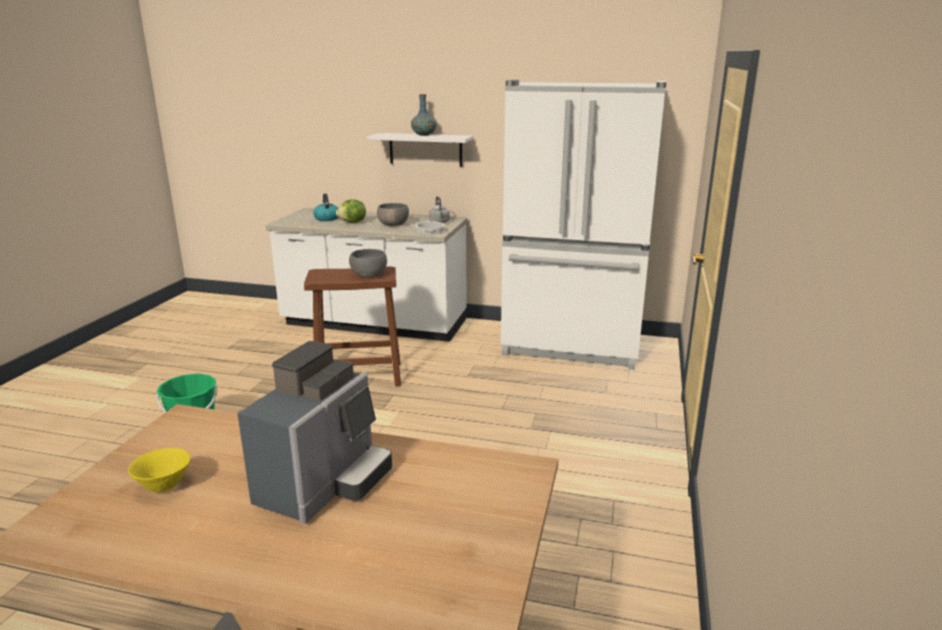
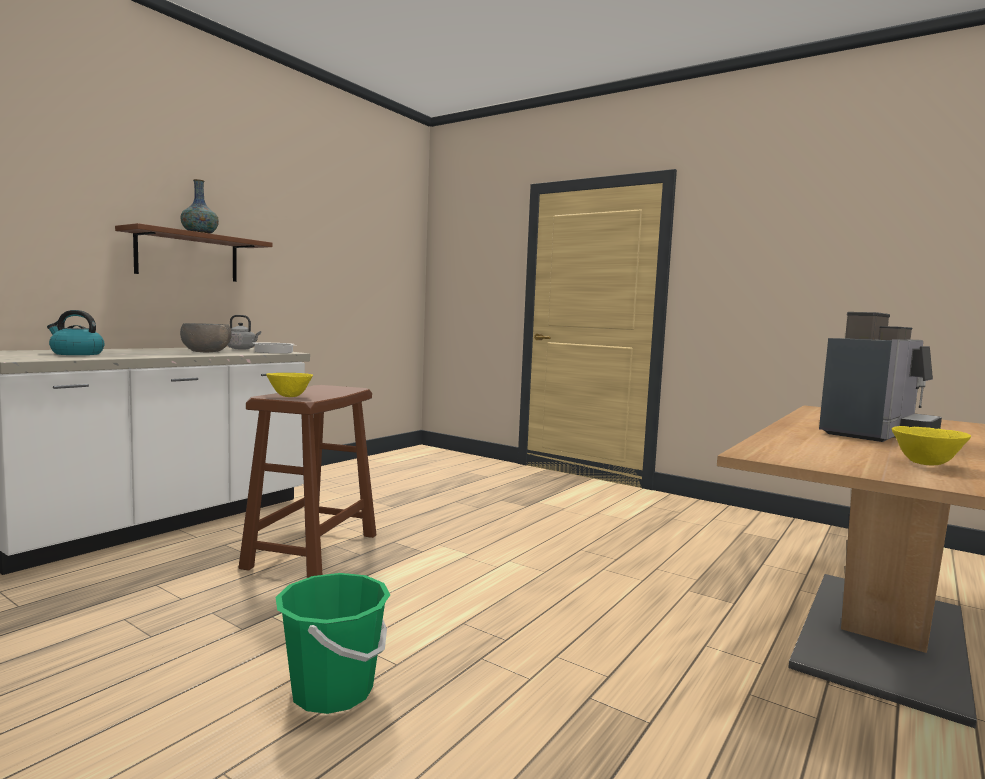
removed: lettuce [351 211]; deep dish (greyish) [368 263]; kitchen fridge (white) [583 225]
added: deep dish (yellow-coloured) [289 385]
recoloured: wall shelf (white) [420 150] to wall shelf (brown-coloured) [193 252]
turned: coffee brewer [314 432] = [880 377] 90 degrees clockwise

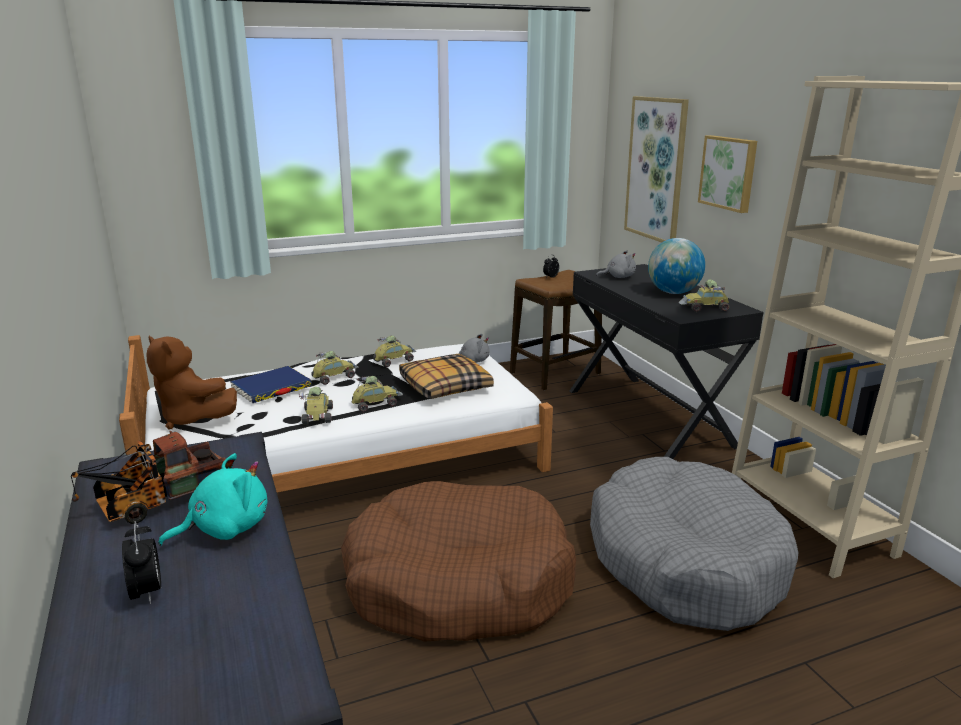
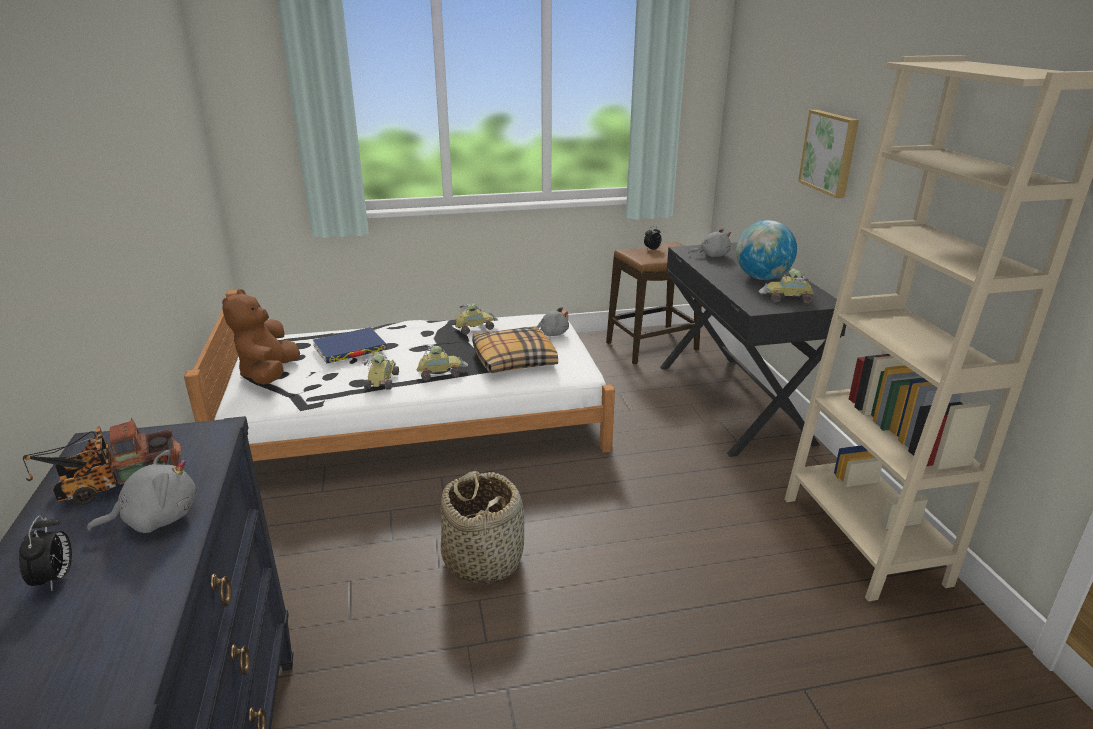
removed: model car [335 368]; dog bed (greyish) [694 544]; wall art [656 169]
replaced: dog bed (brown-coloured) [458 561] to basket [482 528]
recoloured: soft toy (turquoise-coloured) [213 499] to soft toy (greyish) [142 491]
turned: soft toy (brown-coloured) [191 383] = [261 336] 45 degrees clockwise

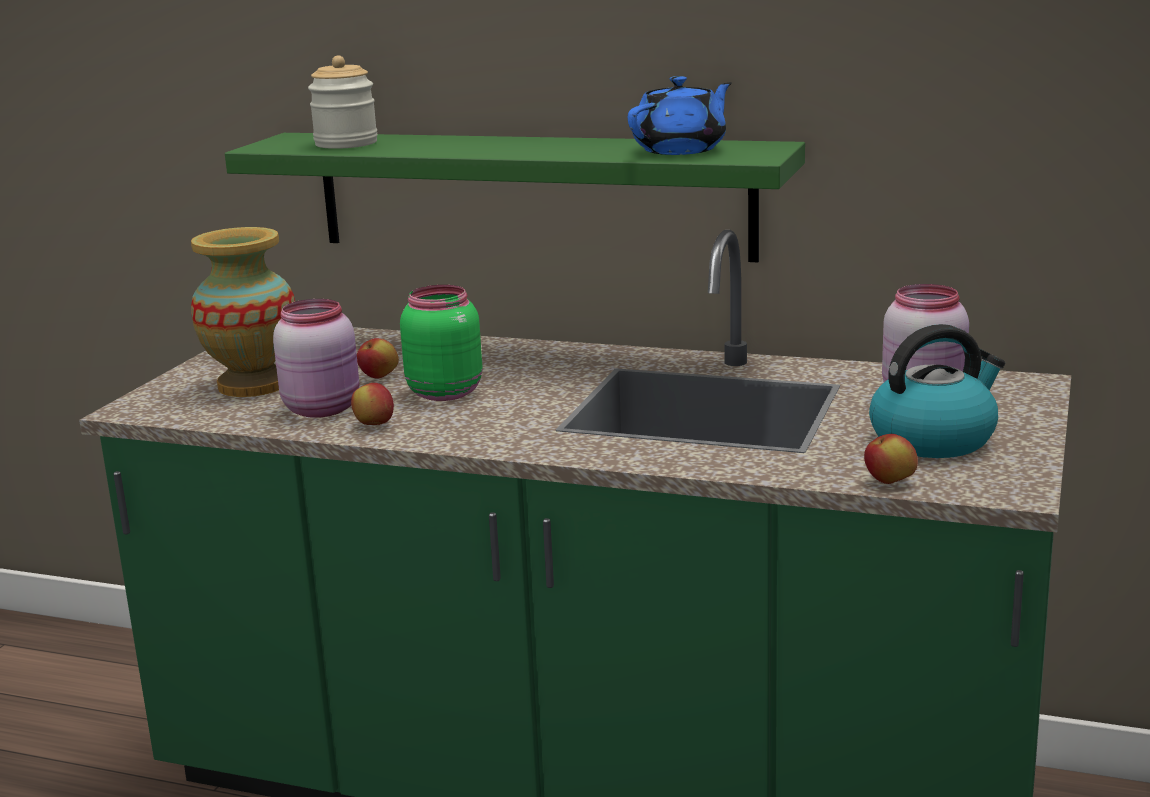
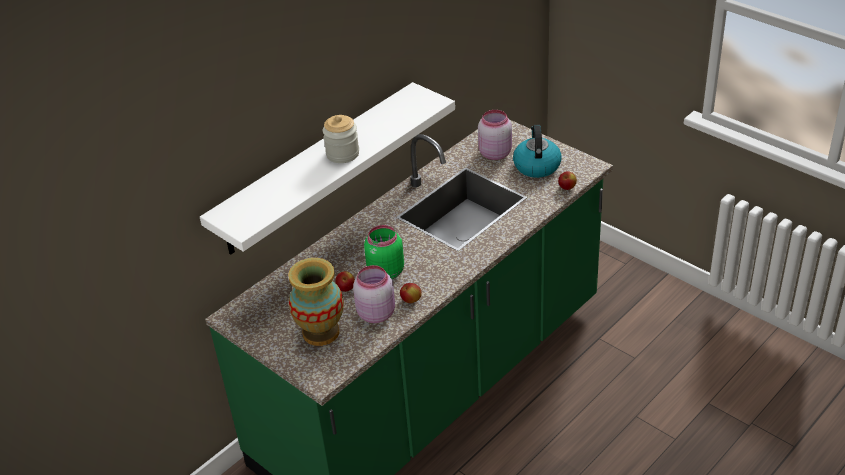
removed: tea pot (blue-coloured) [680 115]
moved: storage jar [343 102] to [341 139]
recoloured: wall shelf (green-coloured) [515 197] to wall shelf (white) [327 168]

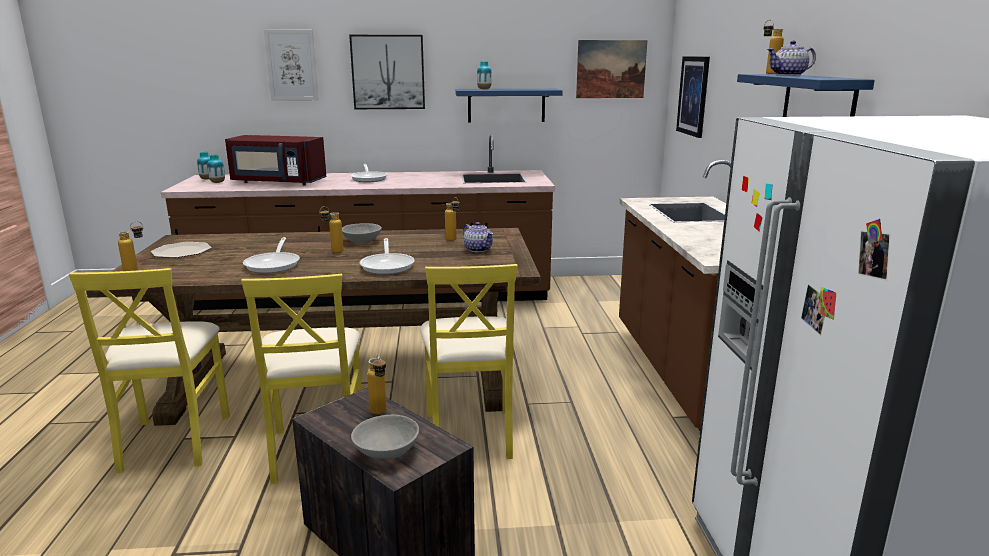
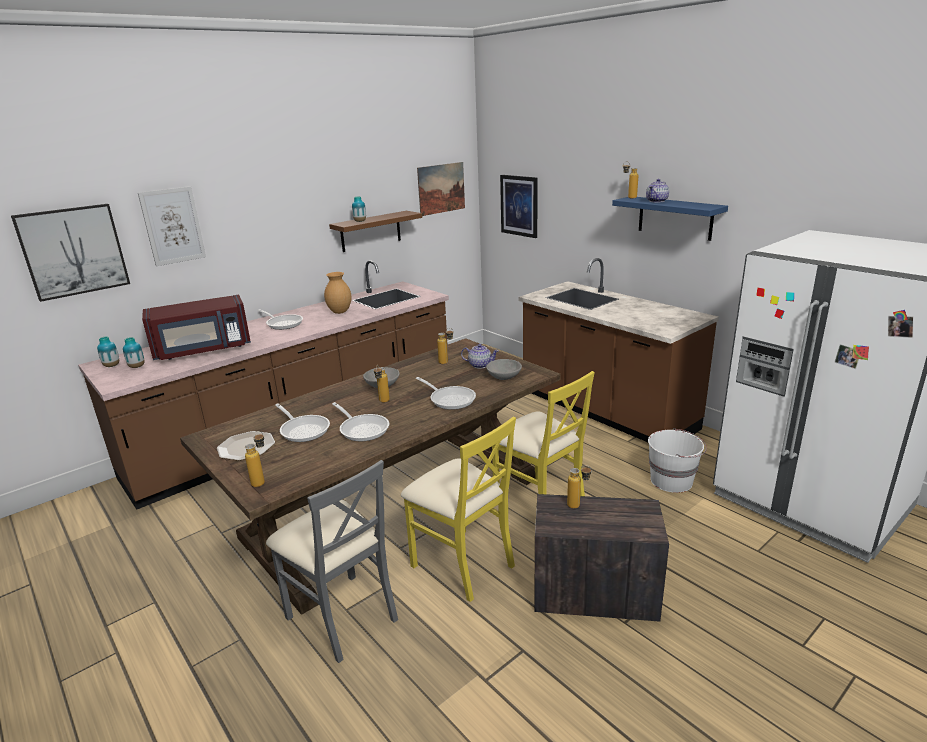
added: skillet [302 423]; decorative vase (brown-coloured) [337 293]; bucket (white) [677 460]
moved: wall art [387 72] to [70 253]; deep dish (greyish) [385 437] to [504 369]
recoloured: upright chair (yellow-coloured) [149 370] to upright chair (greyish) [332 561]; wall shelf (blue-coloured) [509 106] to wall shelf (brown-coloured) [375 231]

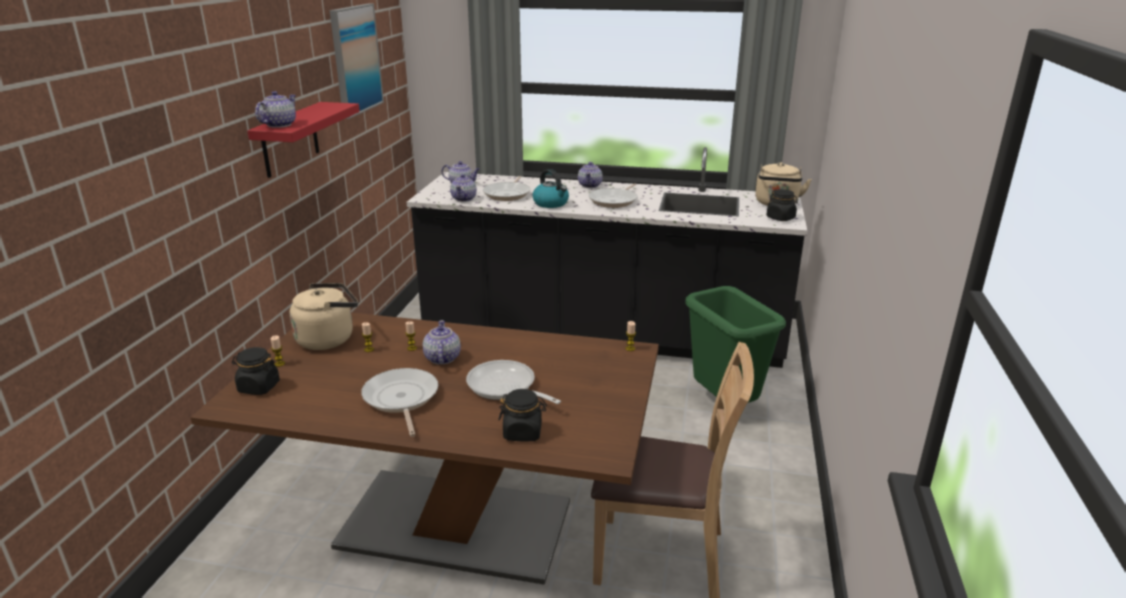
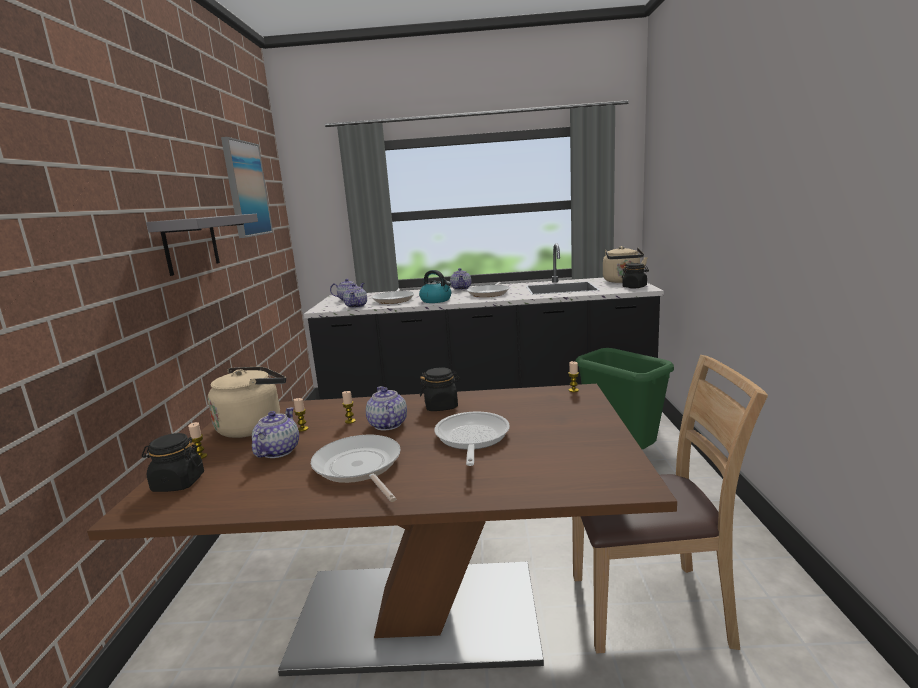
moved: tea pot [275 109] to [275 432]; storage jar (black-coloured) [522 415] to [440 389]
recoloured: wall shelf (red-coloured) [303 140] to wall shelf (greyish) [202 245]
turned: skillet [513 382] = [472 439] 60 degrees clockwise

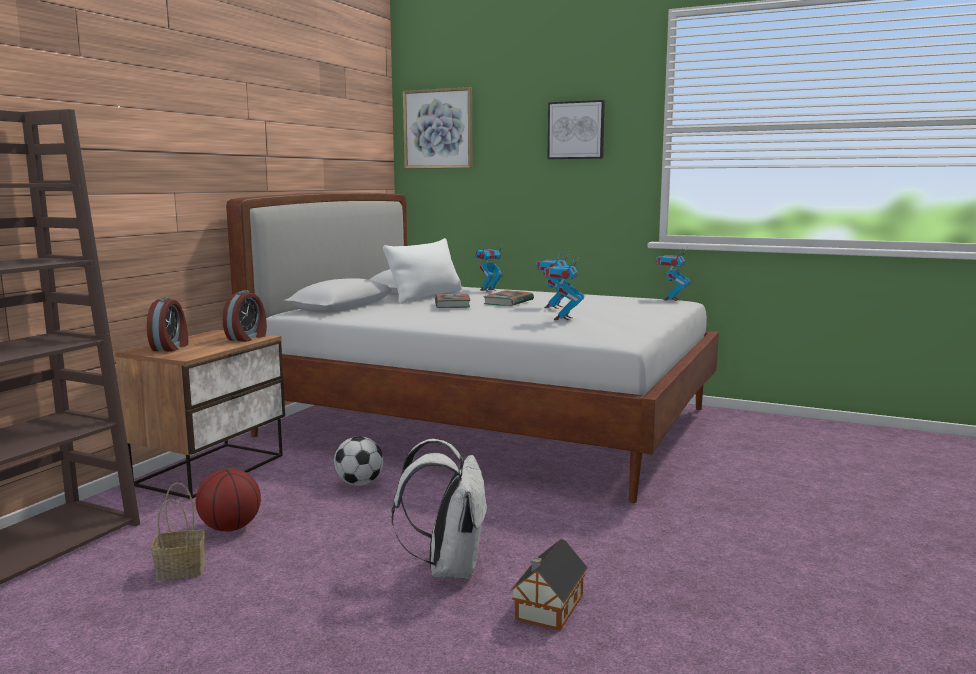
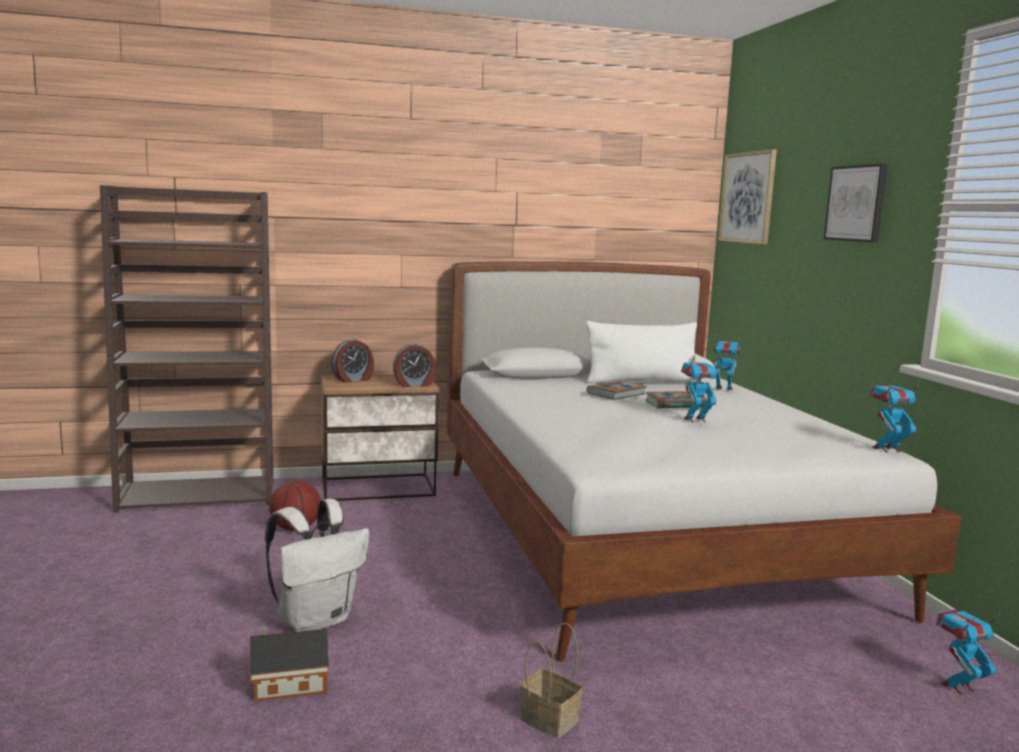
removed: ball for football [358 461]
moved: basket [178 532] to [551 680]; model robot [563 288] to [968 652]

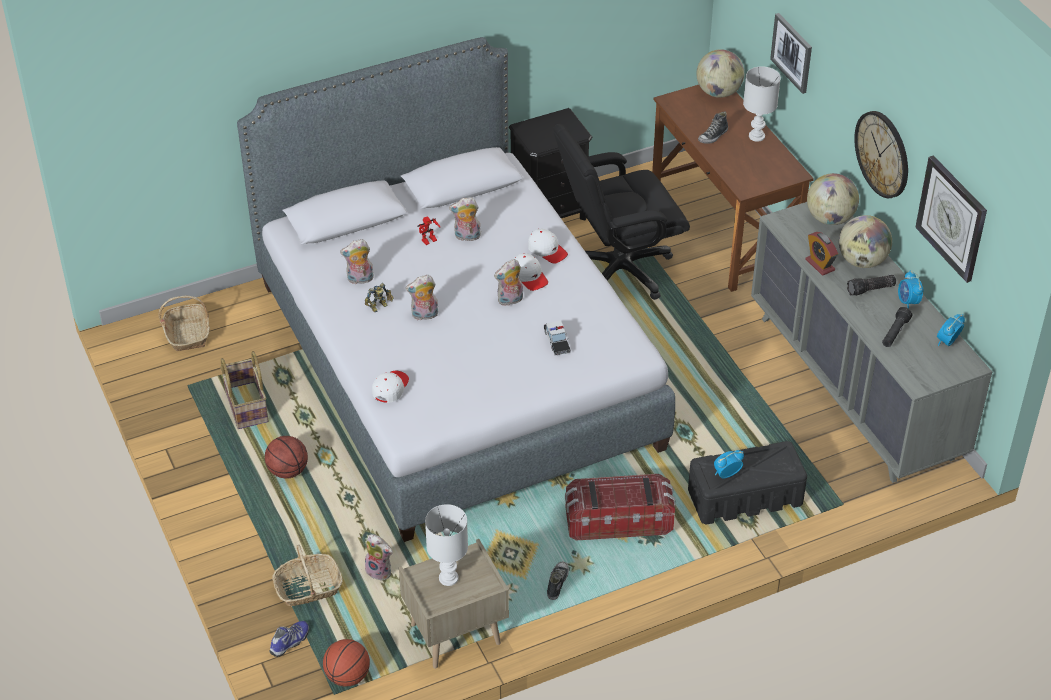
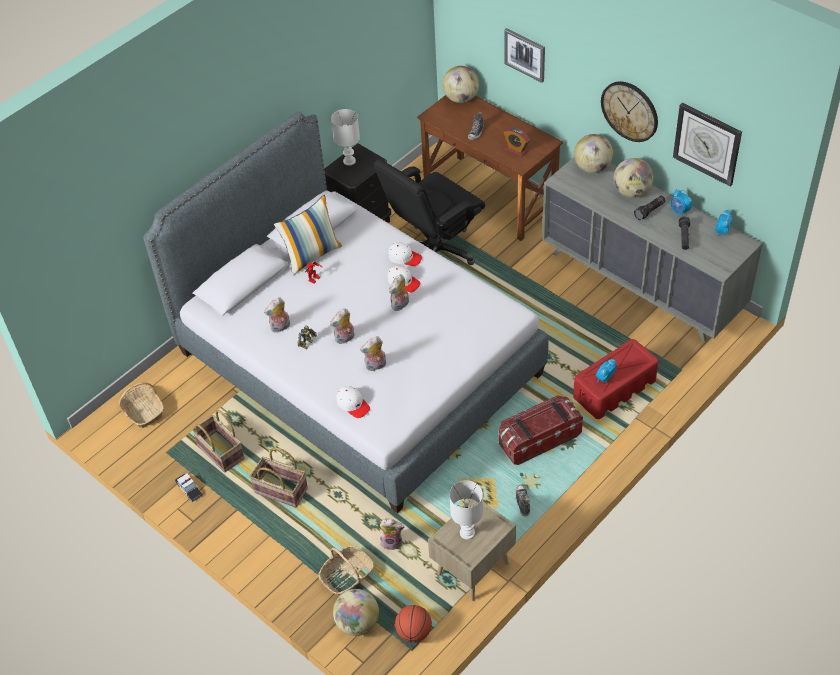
added: pillow [308 235]
moved: soft toy [465 219] to [373 353]; model car [557 338] to [189 487]; tabletop lamp (white) [762 104] to [345 137]; alarm clock [821 254] to [517 142]
replaced: ball for basketball [286 457] to basket [279 478]; low shoe [289 639] to desk globe [356 612]
recoloured: storage container (black-coloured) [747 482] to storage container (red-coloured) [616 379]
turned: baseball cap (white) [390 387] = [353 402] 135 degrees clockwise

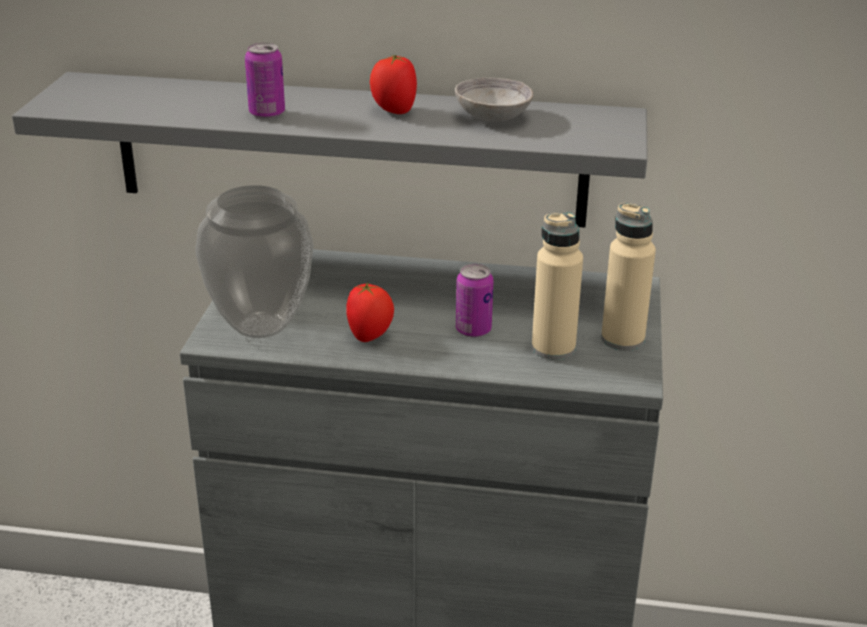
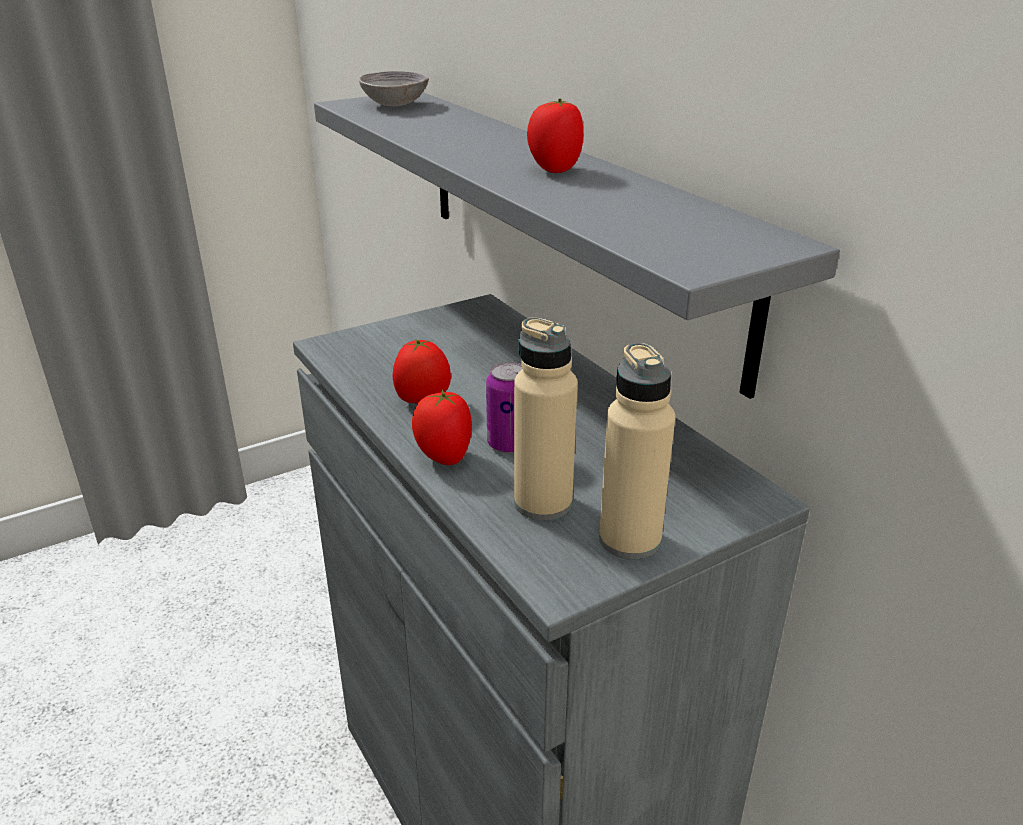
removed: decorative vase [254 261]; metal can [265 81]
added: tomato [442 427]
moved: deep dish (greyish) [494 99] to [394 88]

